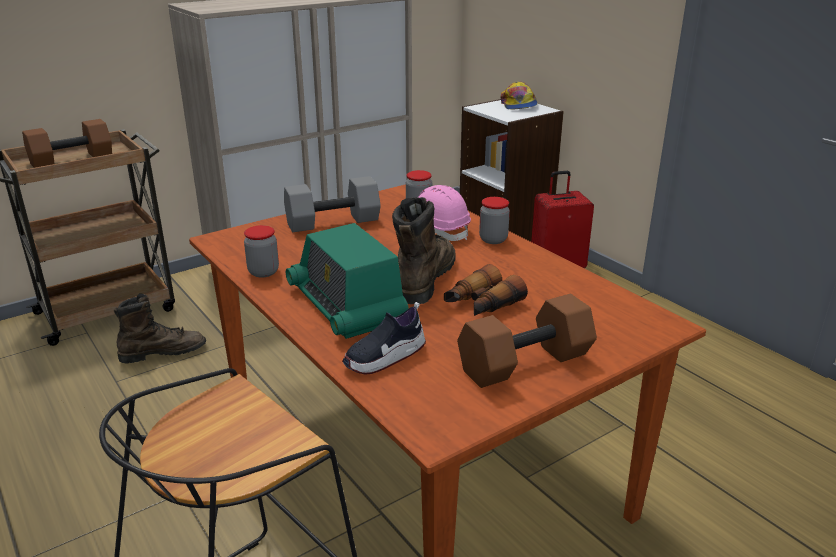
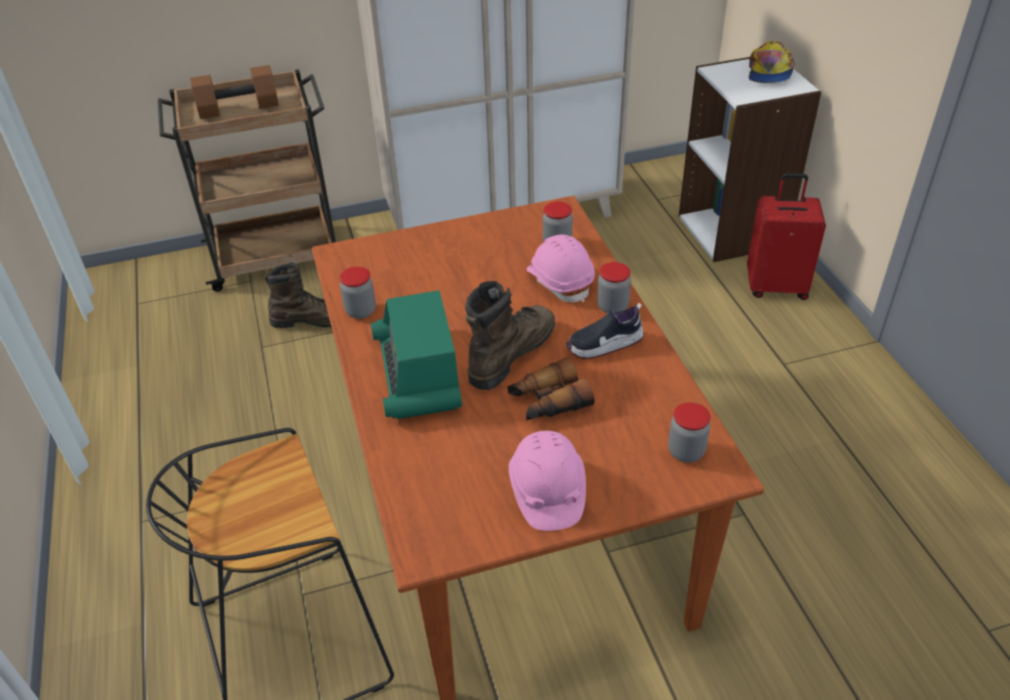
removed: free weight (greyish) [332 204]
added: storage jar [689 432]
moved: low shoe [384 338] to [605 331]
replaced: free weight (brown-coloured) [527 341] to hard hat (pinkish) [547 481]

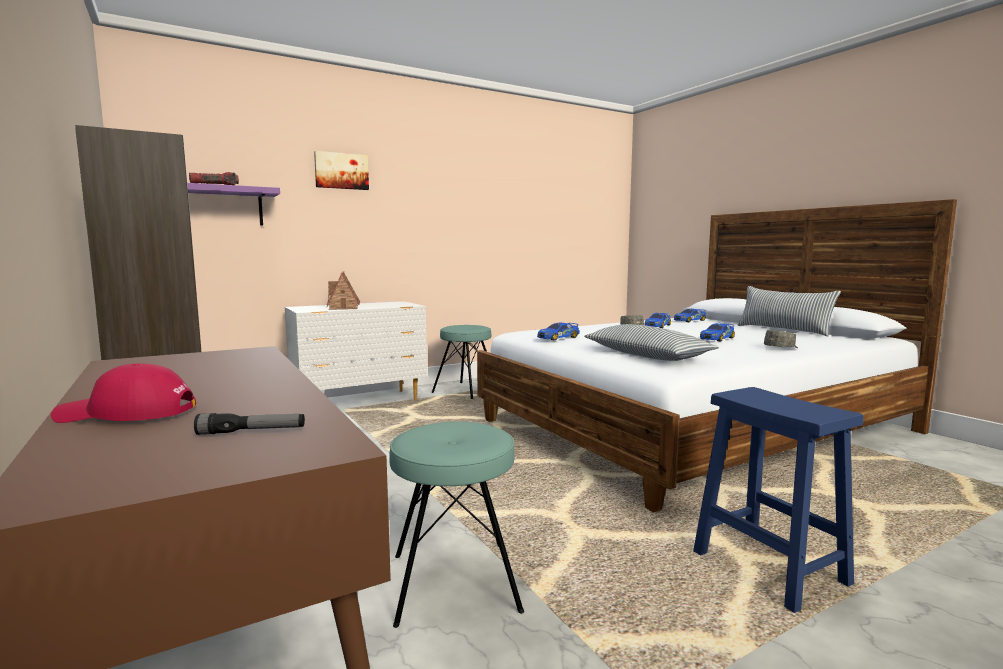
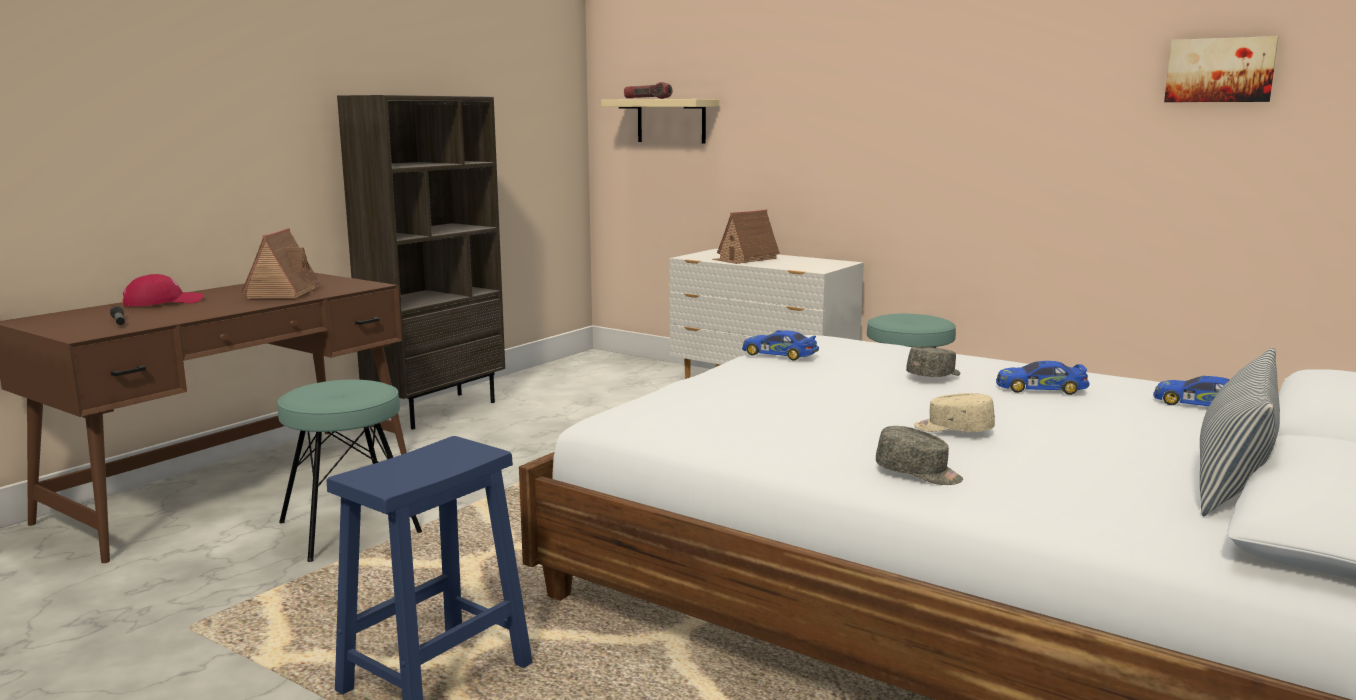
removed: pillow [651 342]
added: miniature house [281 263]
moved: wall art [341 170] to [1221 69]
replaced: model car [717 332] to baseball cap (beige) [954 412]
recoloured: wall shelf (purple-coloured) [233 204] to wall shelf (beige) [660 121]
turned: baseball cap (red-coloured) [123 393] = [163 290] 90 degrees clockwise

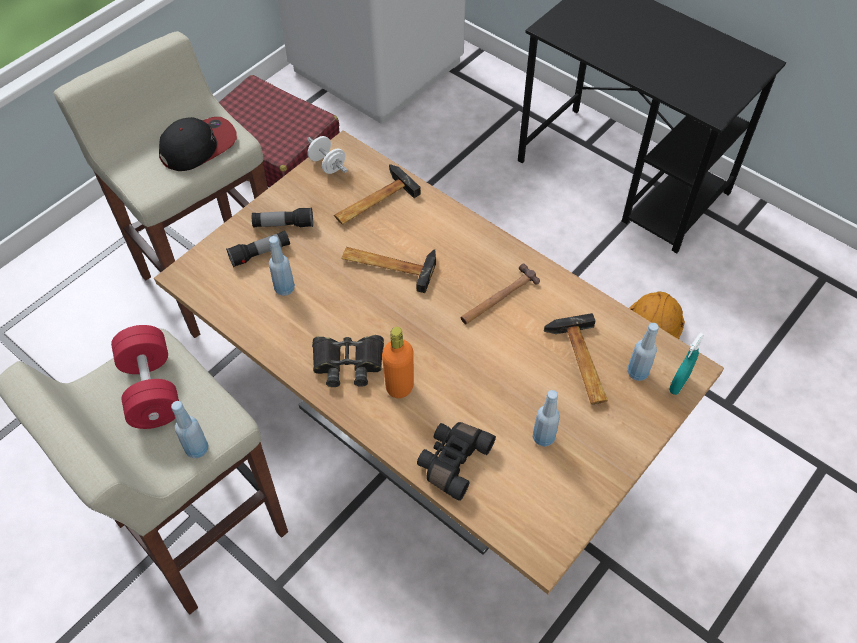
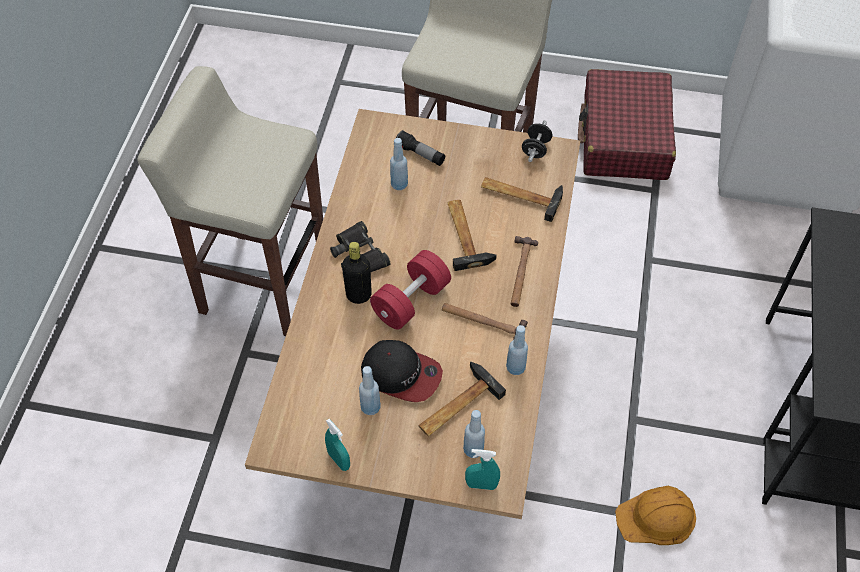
removed: flashlight [282 217]; pair of binoculars (black-coloured) [456 461]
added: hand sprayer (turquoise-coloured) [337 445]; tool hammer [524 271]
moved: free weight (red-coloured) [145 377] to [410 289]; baseball cap [198 144] to [402 371]; bottle (blue-coloured) [190 429] to [517 350]
recoloured: free weight (white) [327 155] to free weight (black-coloured) [537 141]; bottle (orangey) [398 362] to bottle (black-coloured) [357 273]

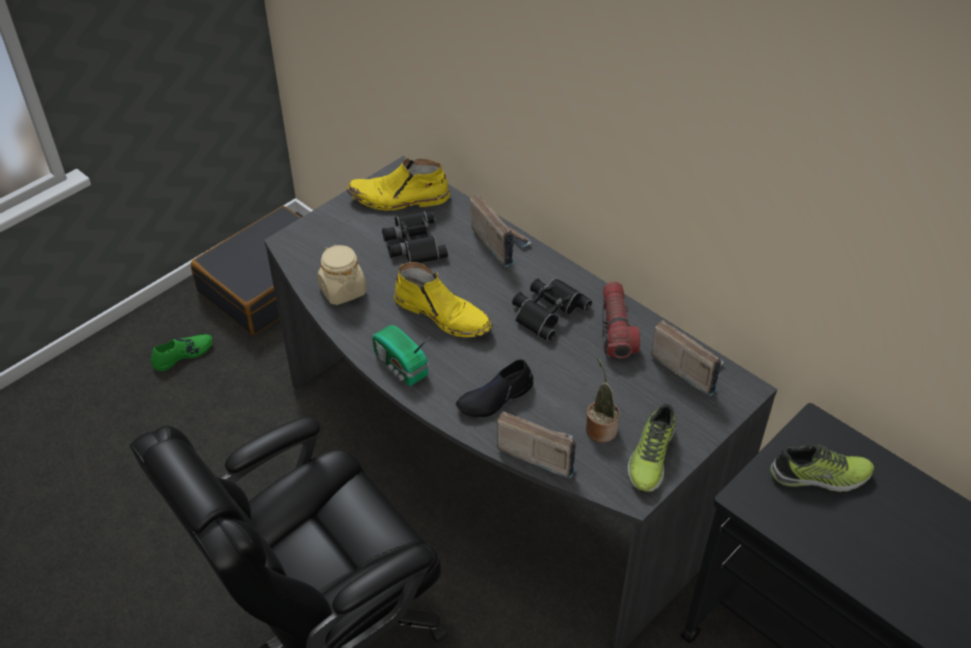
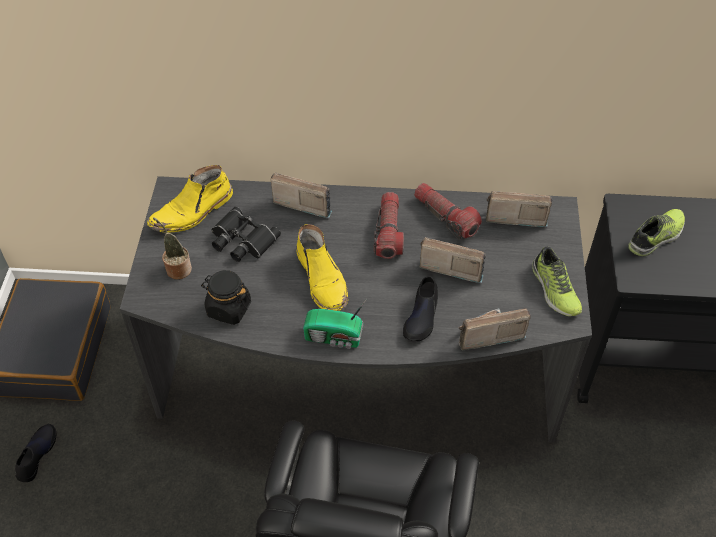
added: radio receiver [452 260]
moved: potted plant [603 400] to [172 248]
replaced: pair of binoculars (black-coloured) [552 309] to flashlight [389 225]
recoloured: low shoe (green-coloured) [181 352] to low shoe (black-coloured) [35 453]; storage jar (beige) [342 274] to storage jar (black-coloured) [226 297]
turned: tall boot (yellow-coloured) [443 300] = [322 267] 75 degrees clockwise

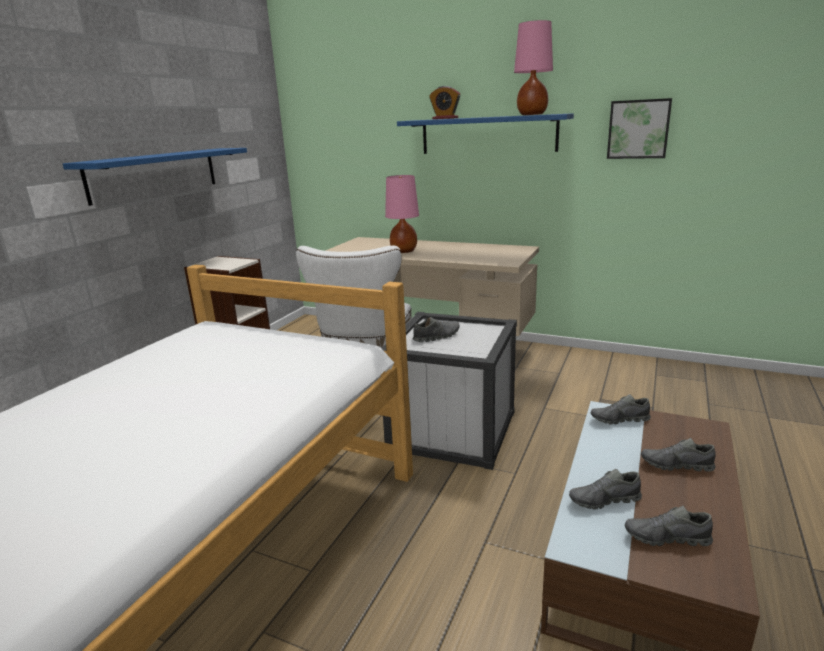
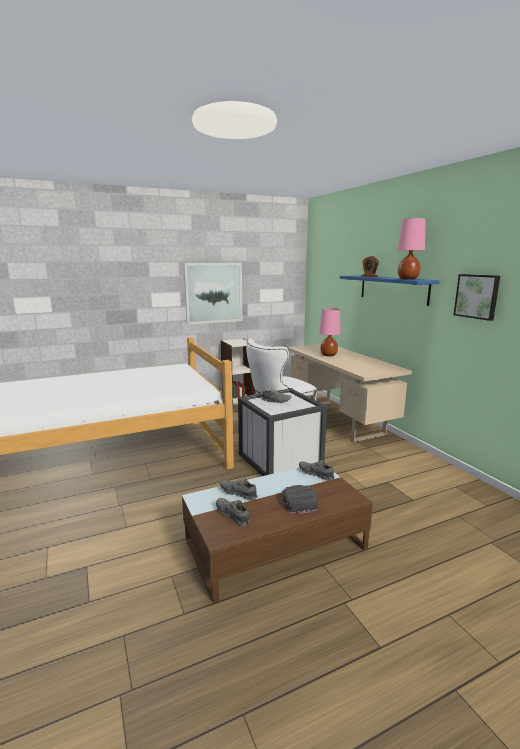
replaced: wall shelf (blue-coloured) [155 177] to wall art [213 294]; low shoe (greyish) [678 455] to baseball cap (black-coloured) [300 499]

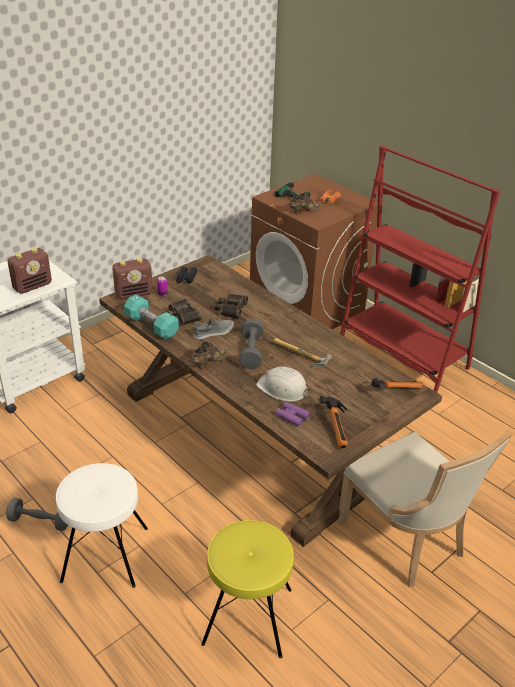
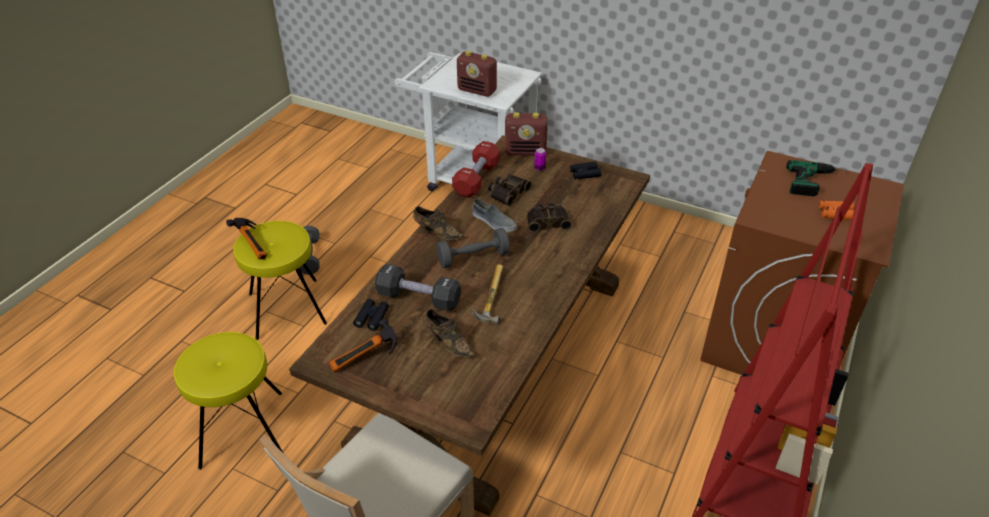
moved: low shoe (brown-coloured) [305 203] to [449 333]; tool hammer [397 383] to [246 238]
replaced: hard hat (white) [283 384] to free weight (black-coloured) [418 287]
recoloured: sitting stool (white) [102 525] to sitting stool (yellow-coloured) [280 280]; free weight (turquoise-coloured) [151 316] to free weight (red-coloured) [476 169]; pair of binoculars (purple-coloured) [293 414] to pair of binoculars (black-coloured) [371 315]
turned: radio receiver [132 279] = [526 134] 45 degrees counterclockwise

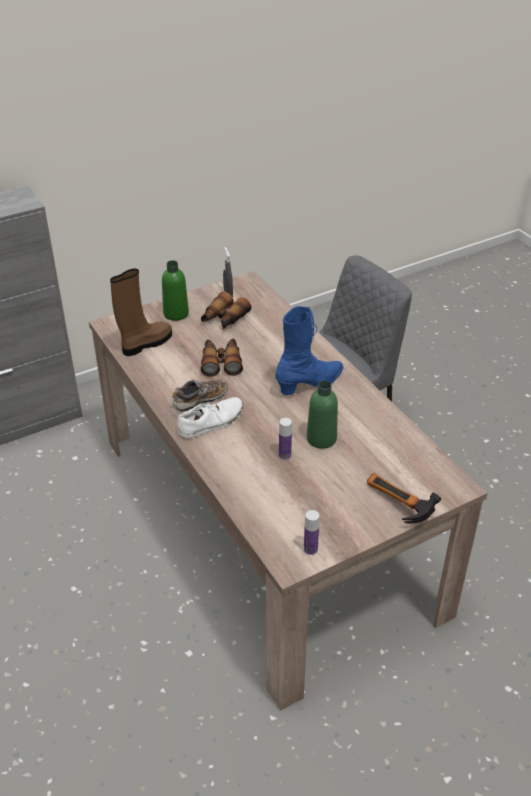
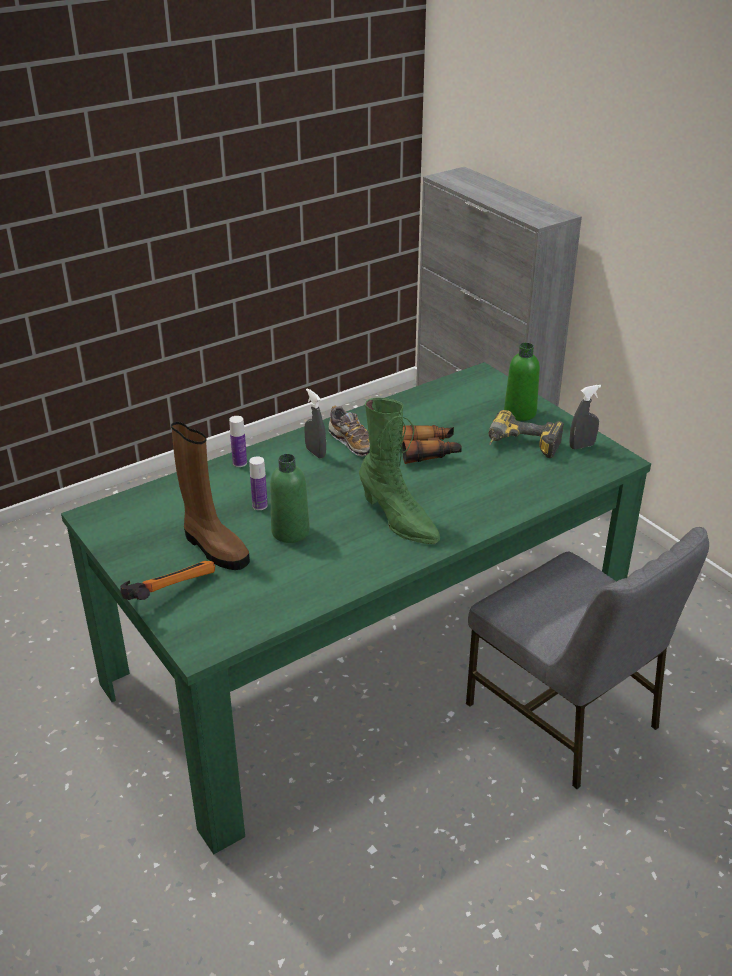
moved: tall boot (brown-coloured) [141 312] to [210 496]; bottle [311 532] to [238 441]
replaced: low shoe (white) [210 417] to hand sprayer (greyish) [315 423]; pair of binoculars [226 310] to power drill [526 434]
recoloured: dinner table (beige) [288 491] to dinner table (green-coloured) [356 608]; tall boot (blue-coloured) [309 350] to tall boot (green-coloured) [399 471]

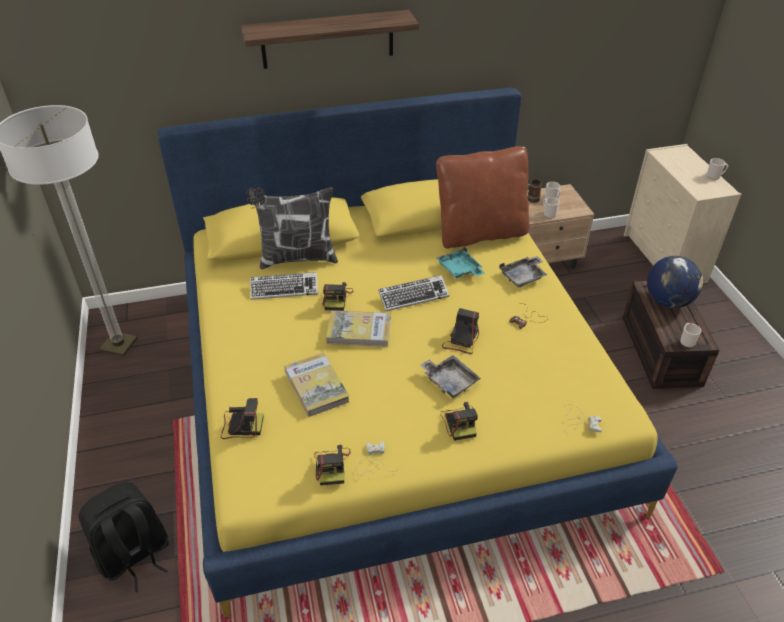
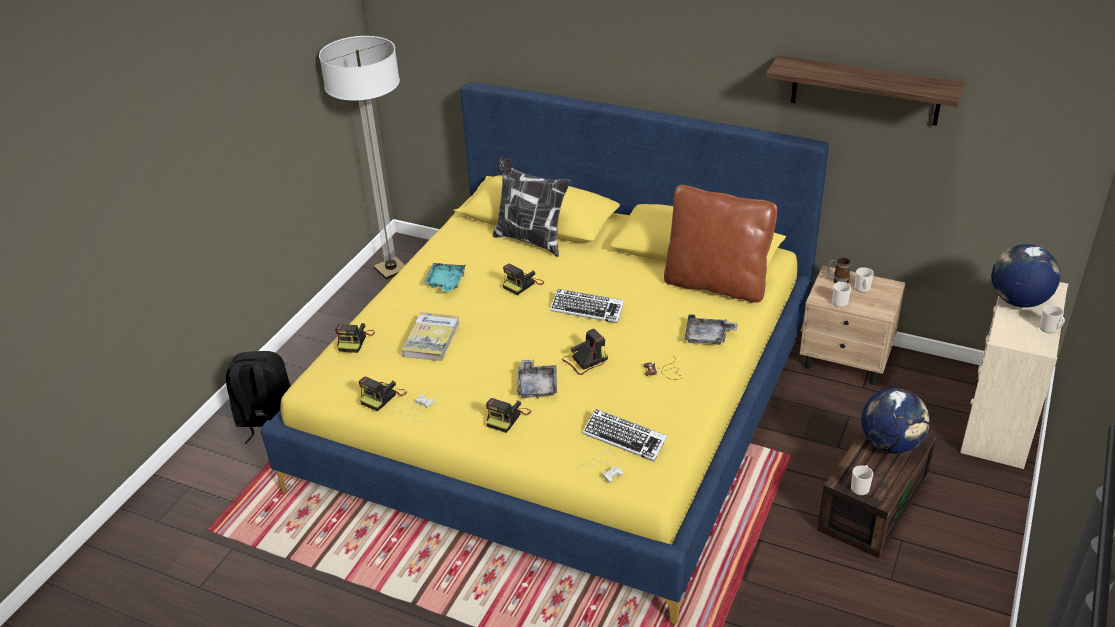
removed: book [358 328]
added: desk globe [1026 276]
moved: wall shelf [330 39] to [865 90]; keyboard [284 286] to [625 435]; tray (turquoise-coloured) [461 262] to [445 277]
turned: still camera [242 418] = [355 338] 60 degrees clockwise

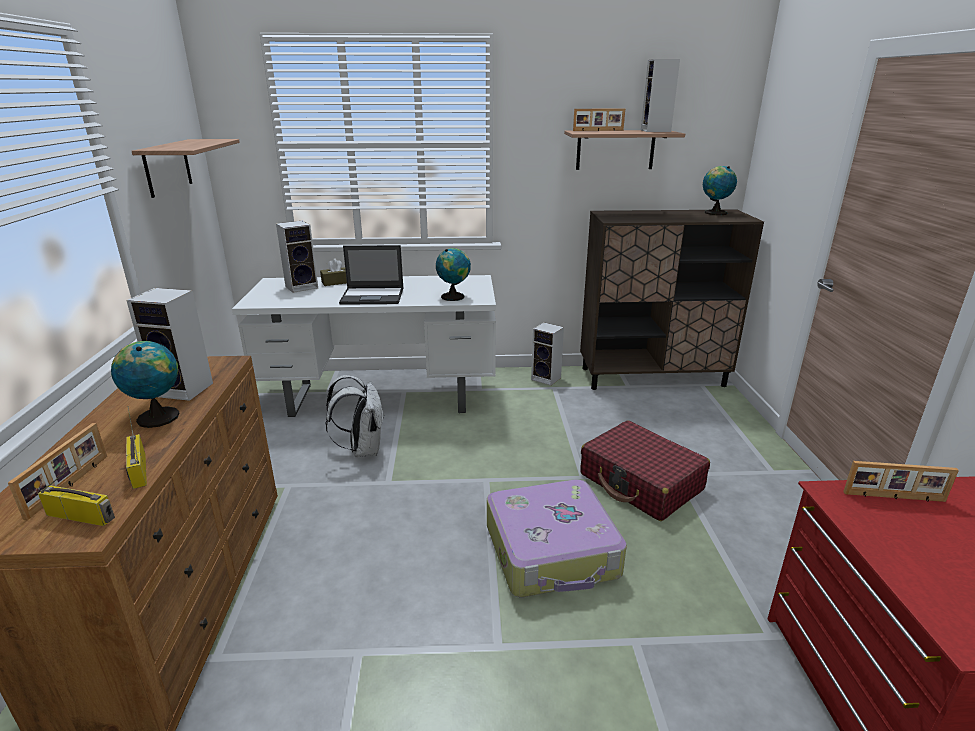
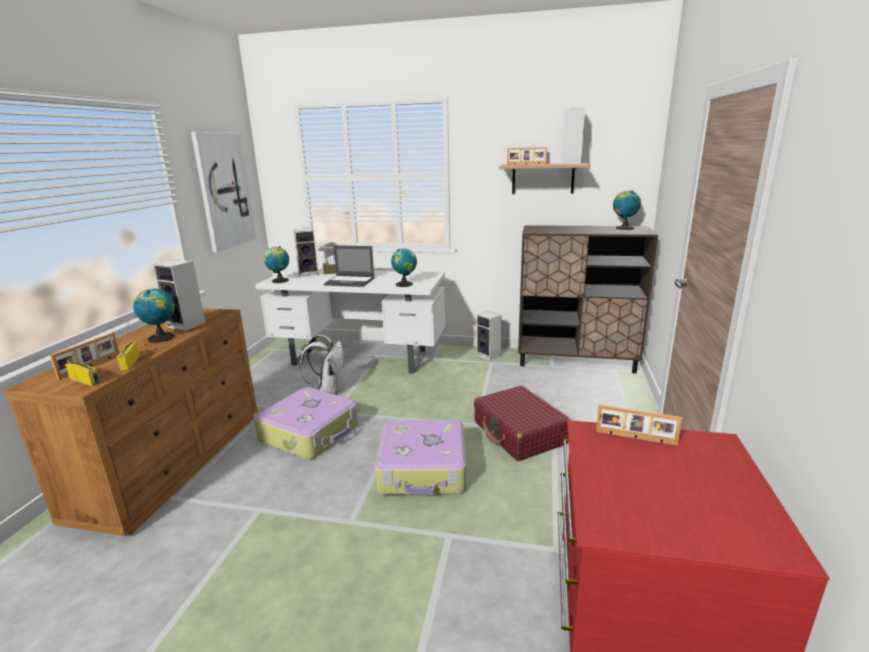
added: suitcase [306 423]; desk globe [276 264]
replaced: wall shelf [186 168] to wall art [223 192]

